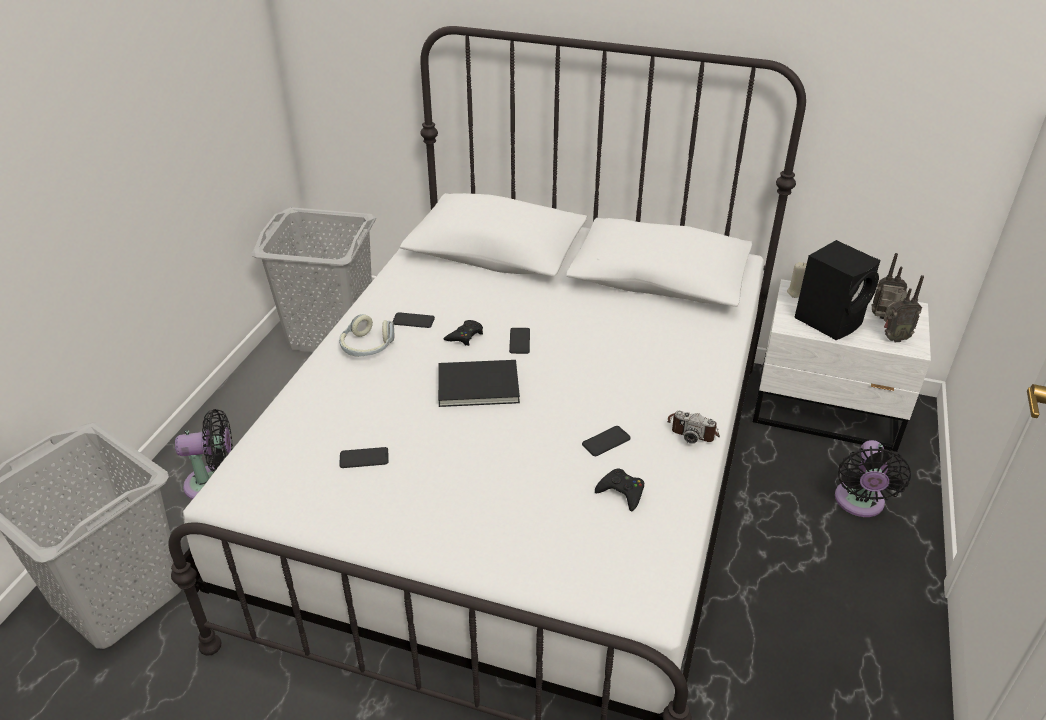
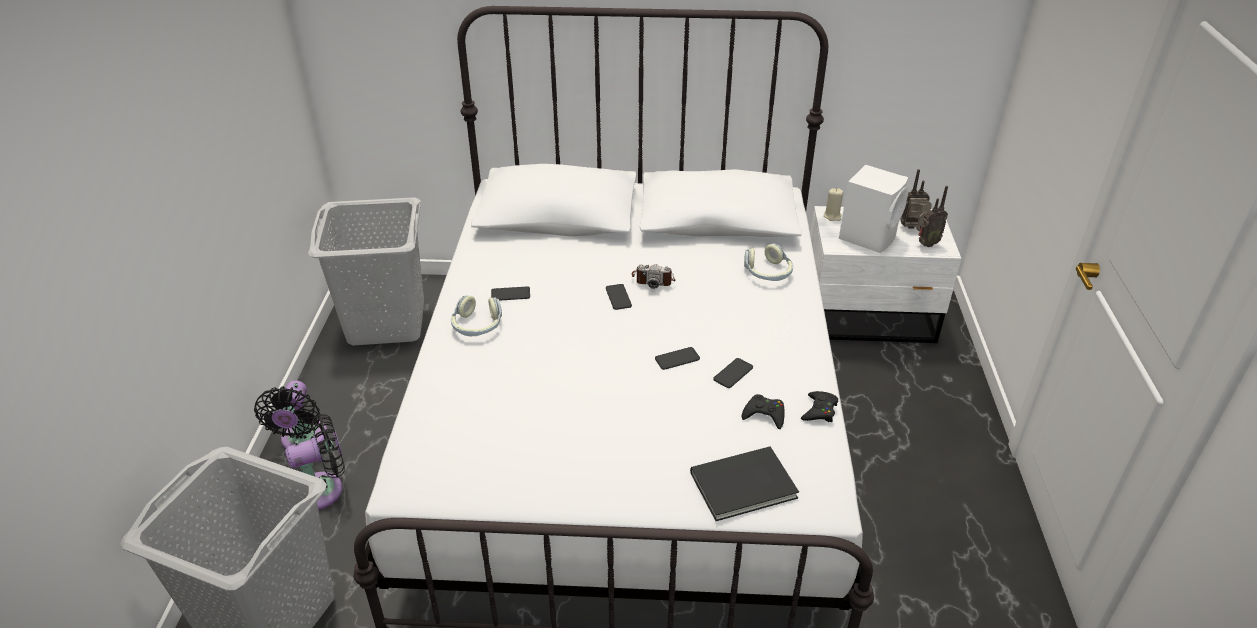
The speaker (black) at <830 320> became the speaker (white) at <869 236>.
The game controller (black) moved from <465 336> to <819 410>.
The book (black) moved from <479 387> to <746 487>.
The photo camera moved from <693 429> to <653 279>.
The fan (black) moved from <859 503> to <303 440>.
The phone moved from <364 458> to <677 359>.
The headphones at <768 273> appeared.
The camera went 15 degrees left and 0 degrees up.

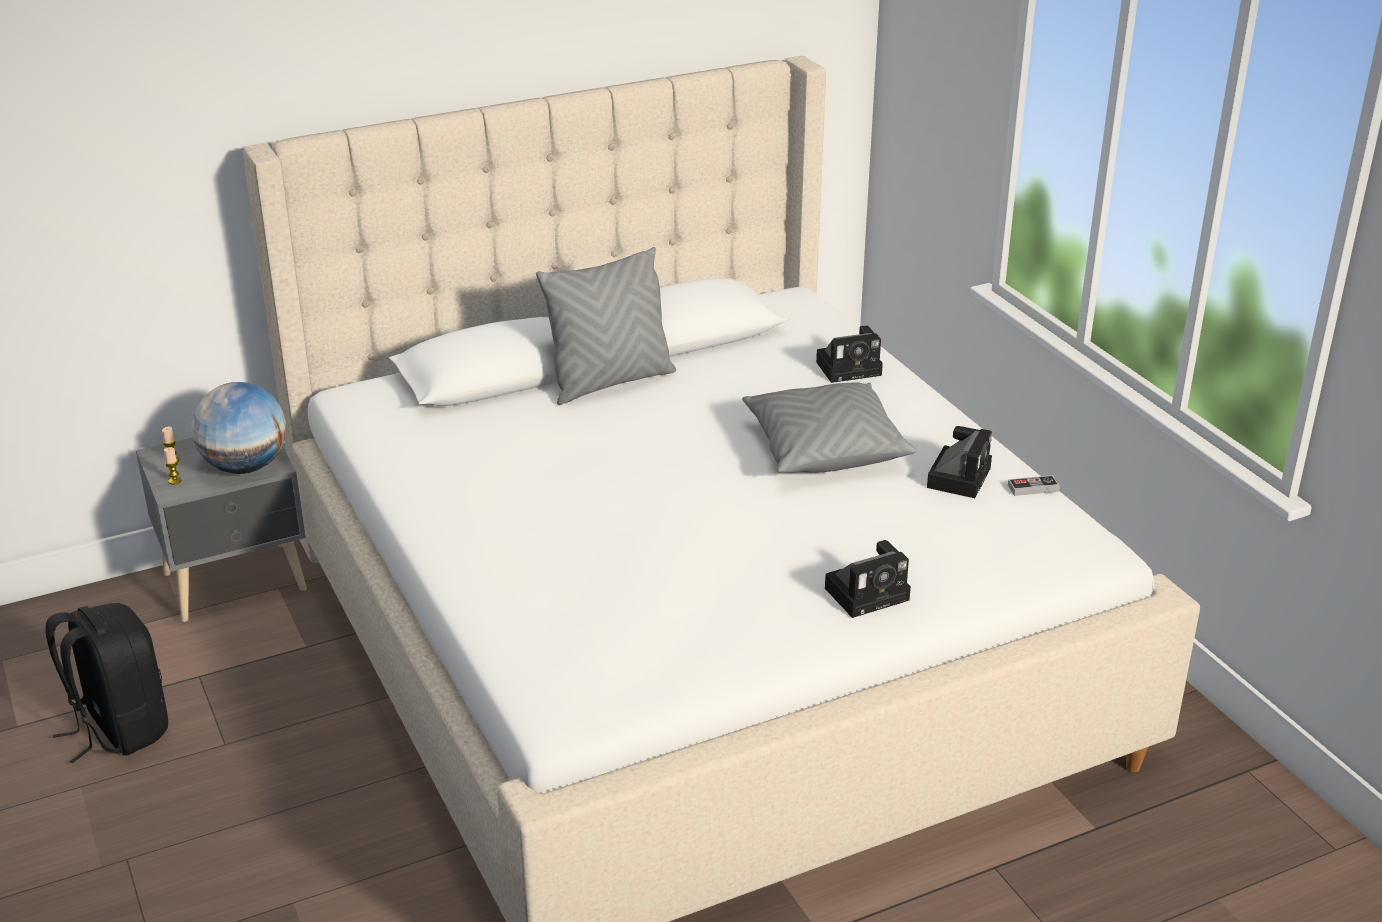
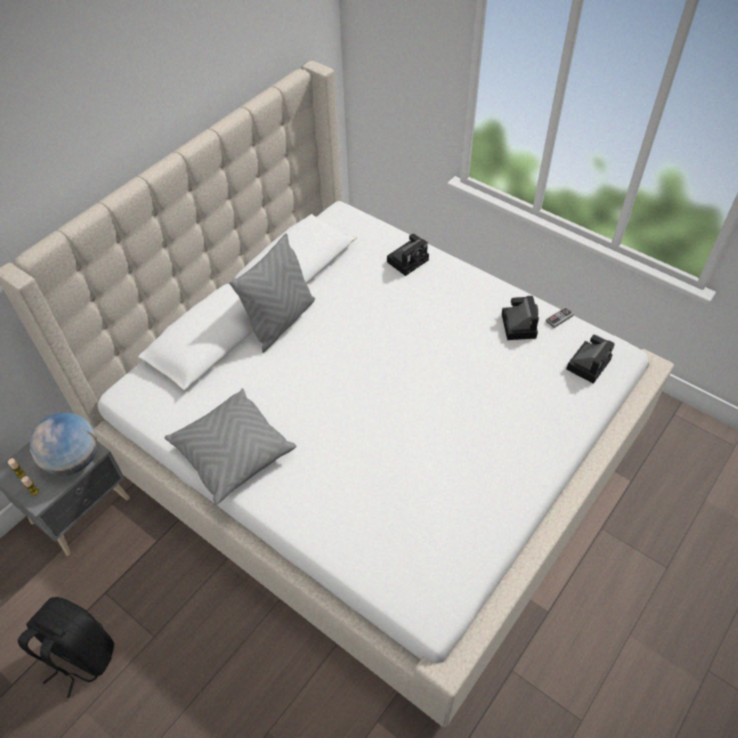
The pillow (grey) moved from <824 448> to <232 453>.
The photo camera moved from <869 593> to <588 363>.
The camera went 25 degrees left and 20 degrees up.

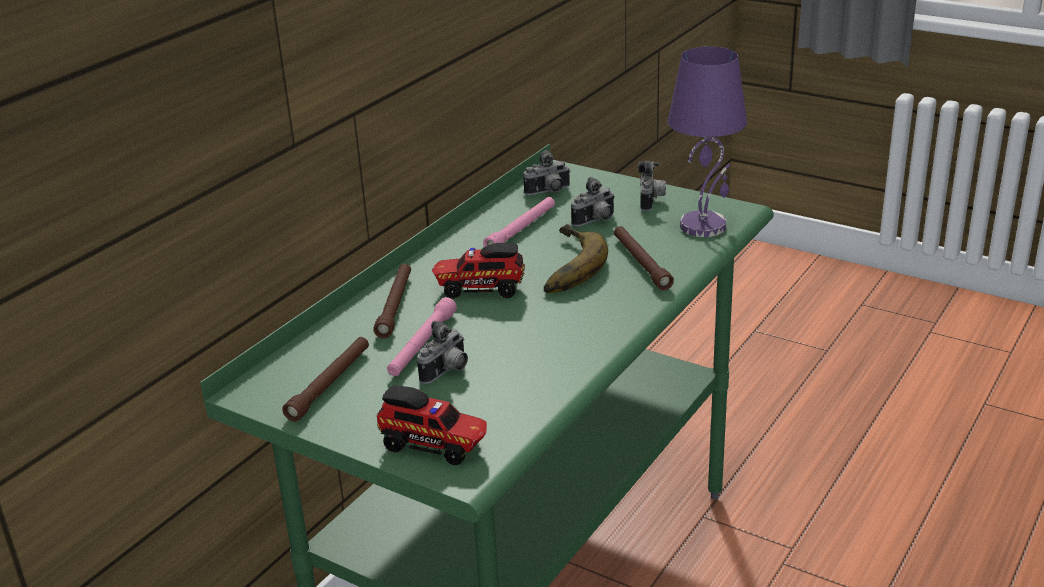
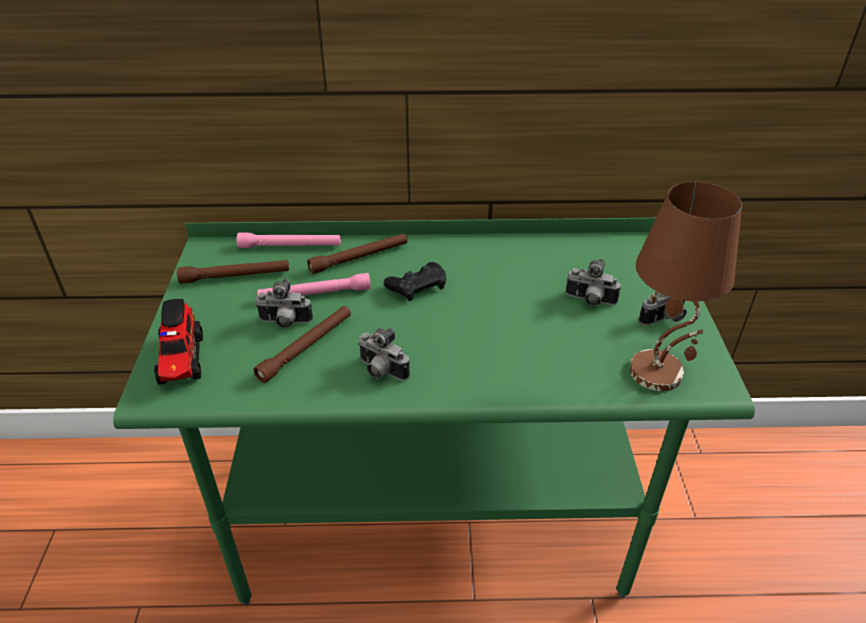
The table lamp (purple) at <703 225> became the table lamp (brown) at <657 372>.
The photo camera moved from <549 192> to <381 371>.
The flashlight (pink) moved from <521 230> to <290 246>.
The banana at <562 266> disappeared.
The flashlight (brown) moved from <641 263> to <306 348>.
The toy truck at <479 289> was replaced by the game controller (black) at <417 286>.
The camera went 55 degrees right and 10 degrees up.

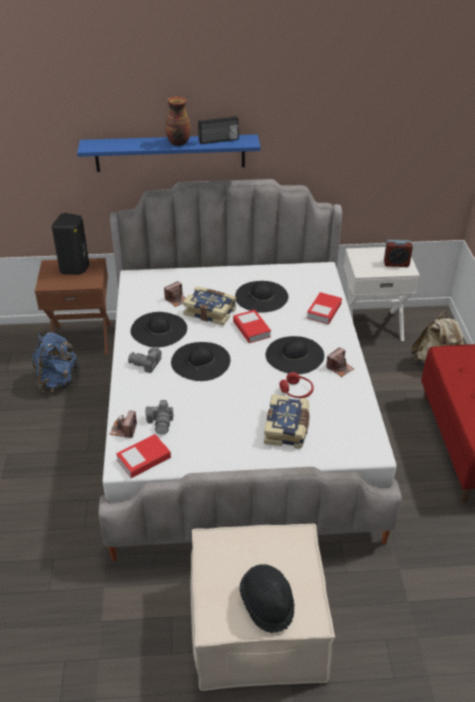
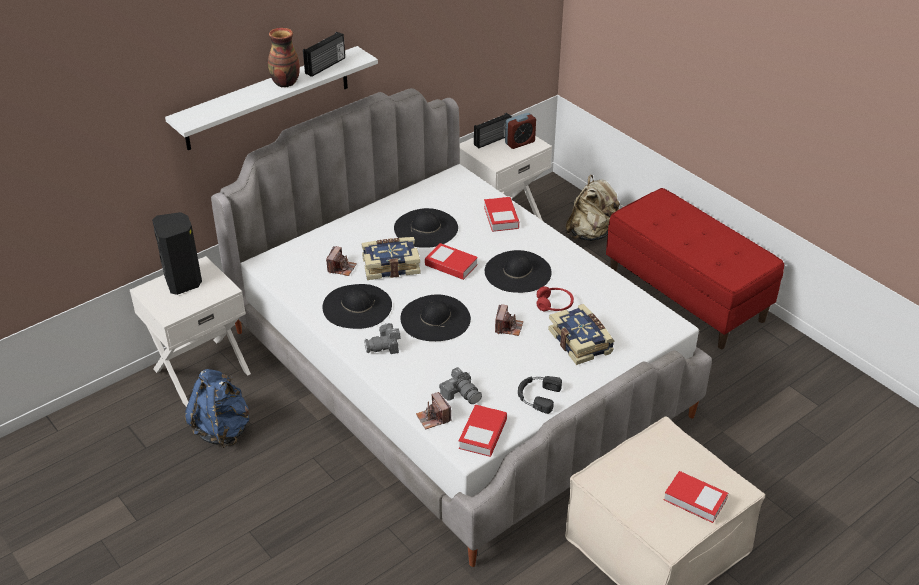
The shelf (blue) at <170 153> became the shelf (white) at <267 98>.
The nightstand (brown) at <82 338> became the nightstand (white) at <201 370>.
The photo camera moved from <339 368> to <508 327>.
The hat (black) at <267 604> was replaced by the book at <695 500>.
The radio at <493 140> appeared.
The headphones (black) at <537 396> appeared.
The camera went 35 degrees left and 0 degrees up.

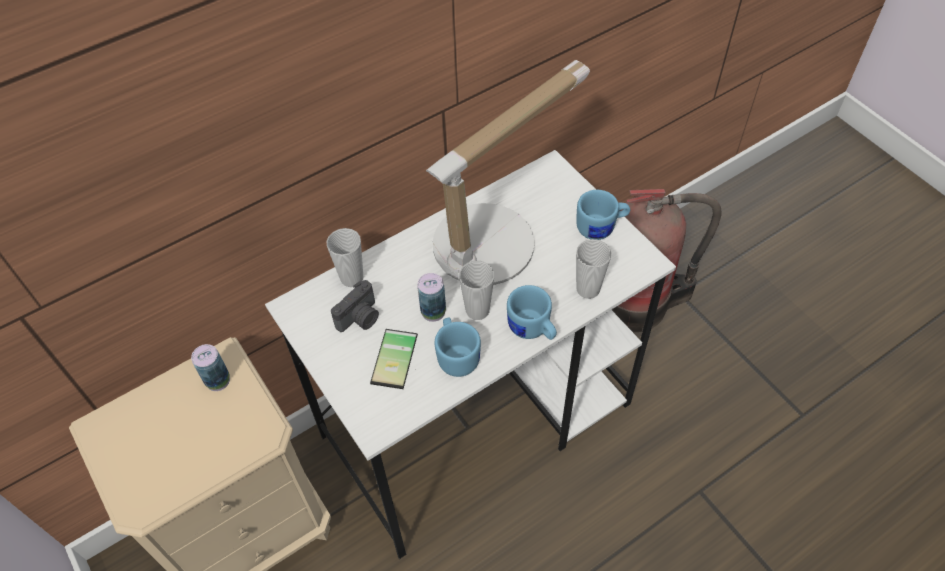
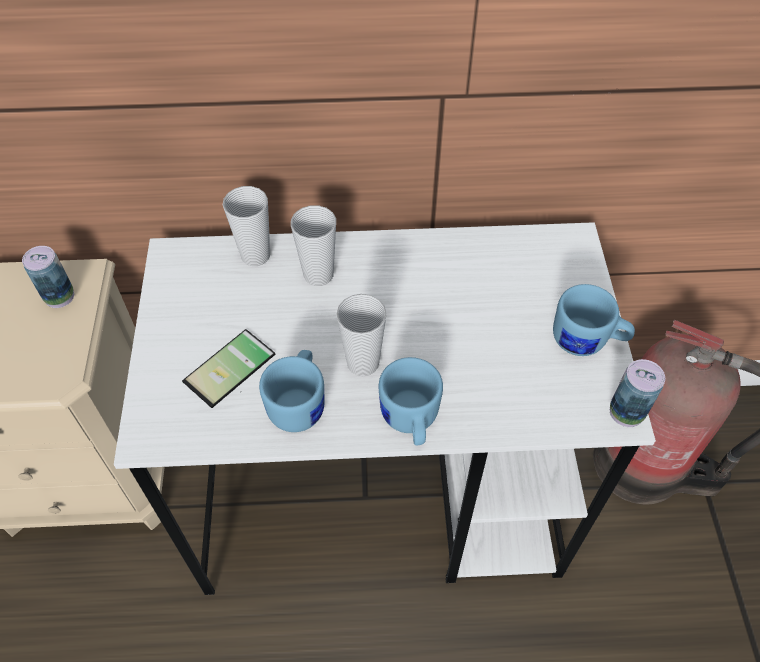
The table lamp at <493 239> disappeared.
The cup moved from <588 289> to <318 275>.
The can moved from <433 311> to <626 412>.
The photo camera at <360 318> disappeared.
The camera went 30 degrees right and 0 degrees up.

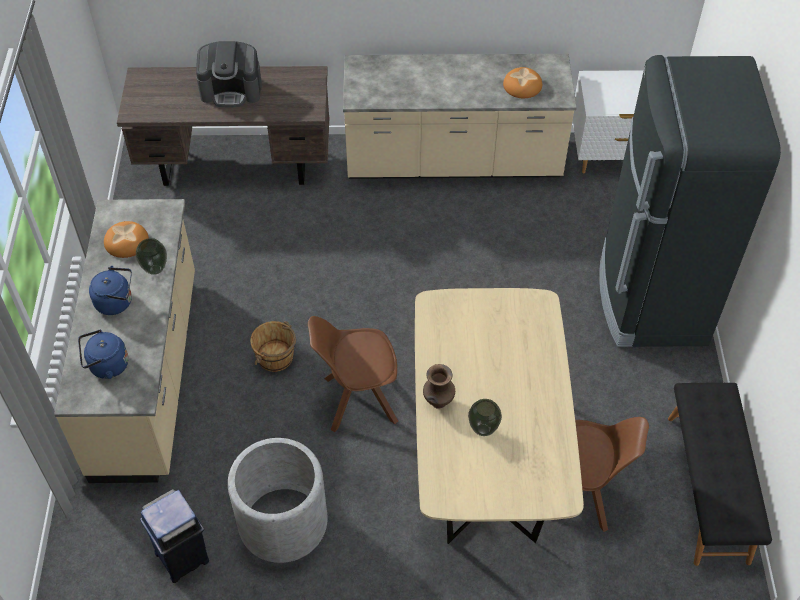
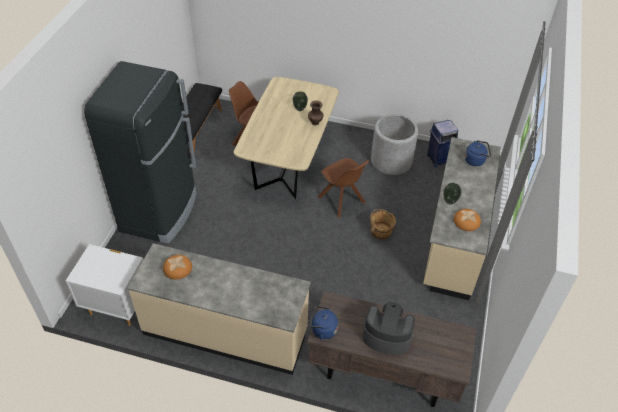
The kettle (blue) moved from <116 302> to <322 330>.
The chair (brown) at <357 400> turned 45 degrees clockwise.
The camera went 165 degrees left and 5 degrees down.

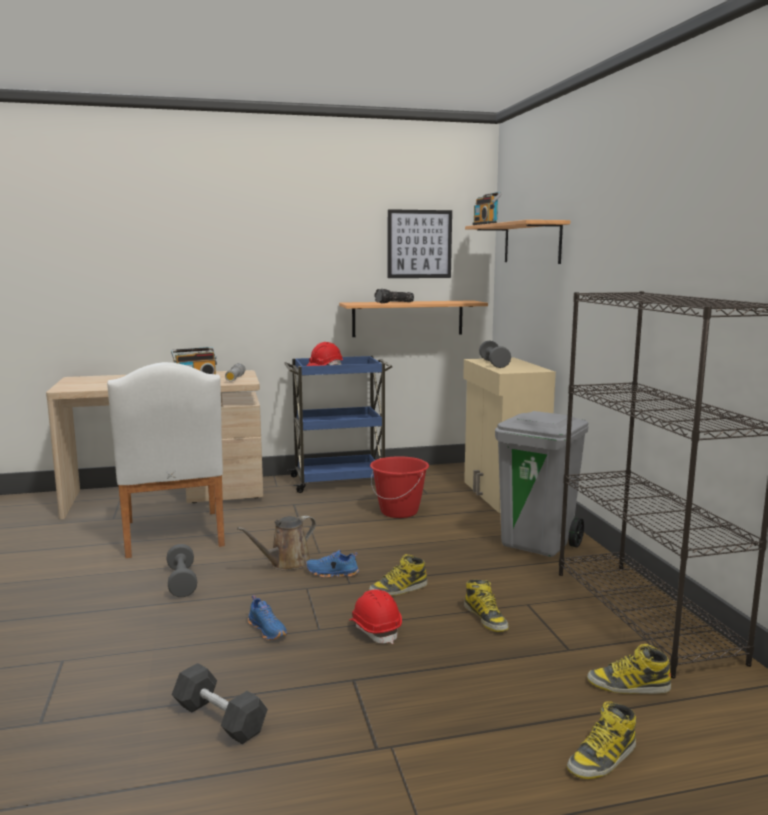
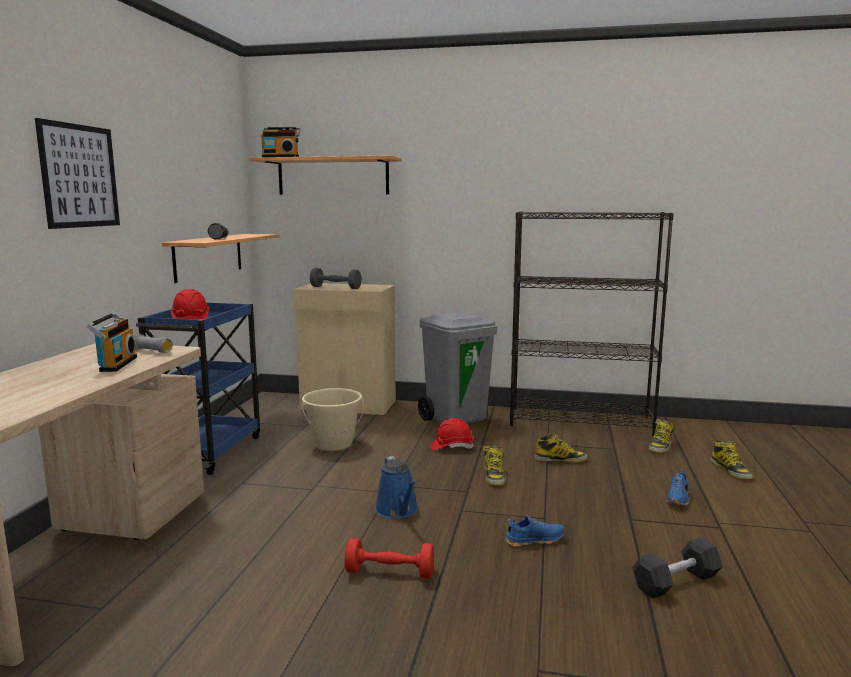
The picture moved from <419 244> to <79 176>.
The chair (white) at <173 536> disappeared.
The bucket (red) at <399 511> became the bucket (beige) at <333 444>.
The watering can (brown) at <286 563> became the watering can (blue) at <398 510>.
The dumbbell (grey) at <182 582> became the dumbbell (red) at <390 573>.
The shoe (blue) moved from <332 573> to <678 499>.
The hard hat (red) moved from <375 629> to <451 447>.
The camera went 65 degrees left and 0 degrees up.

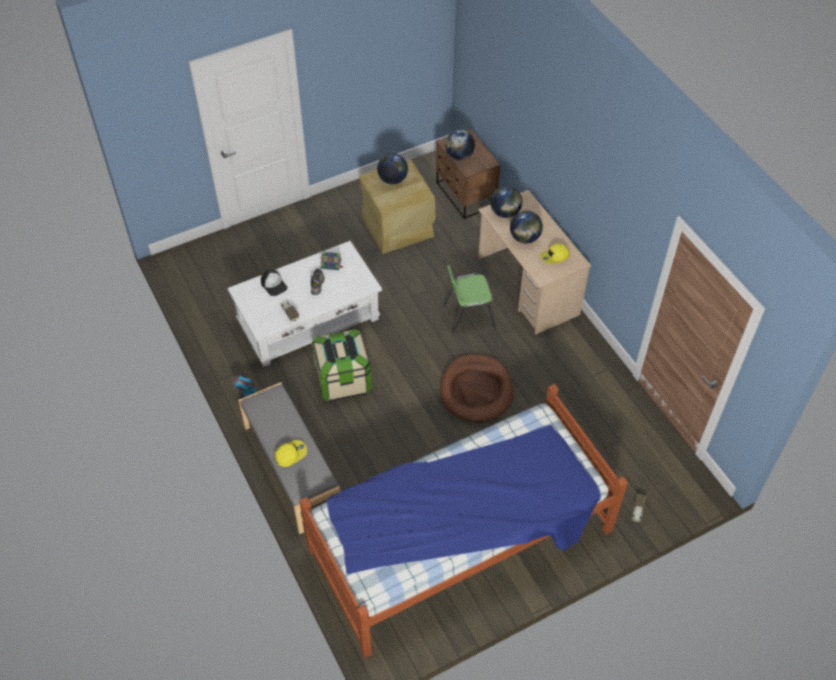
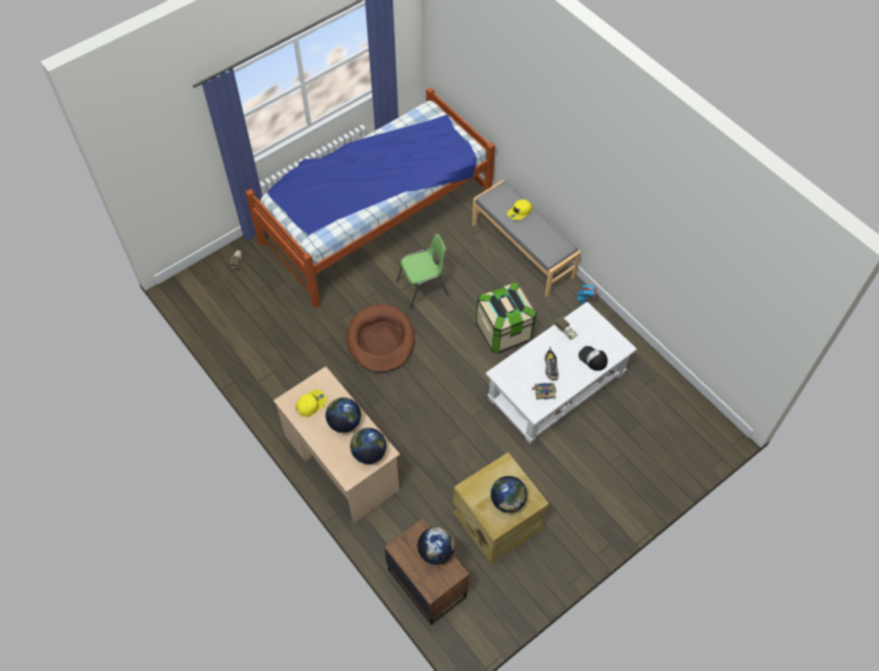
The chair (green) moved from <468 315> to <423 288>.
The camera went 170 degrees right and 5 degrees up.

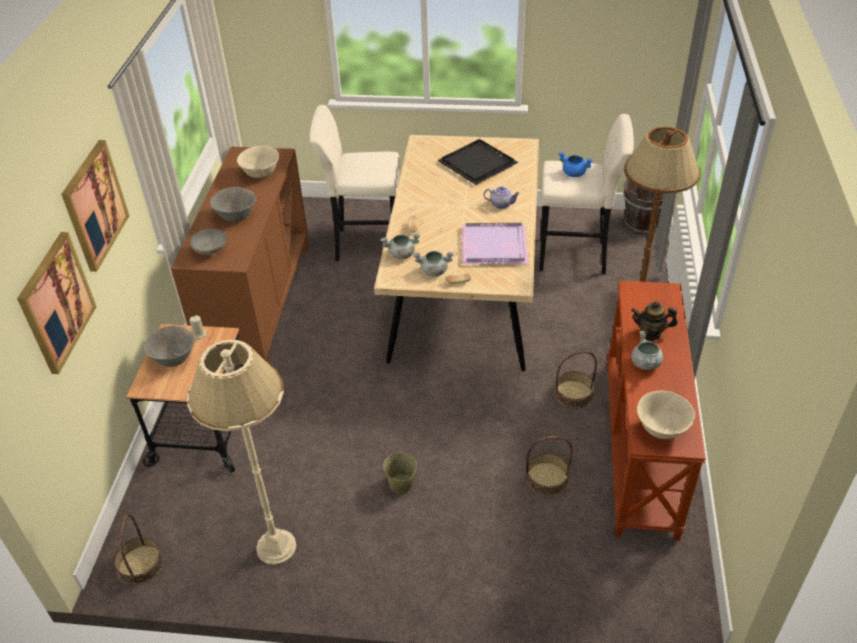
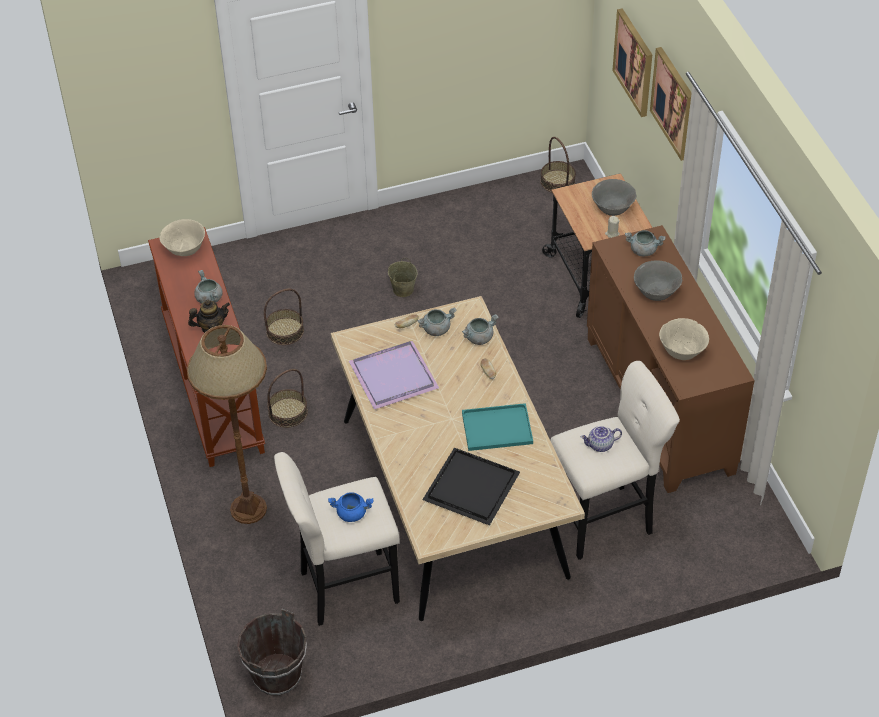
The teapot moved from <501 204> to <600 445>.
The bowl (grey) at <210 251> was replaced by the cooking pot (grey) at <643 250>.
The floor lamp (beige) at <276 547> disappeared.
The tray (turquoise) at <498 427> appeared.
The camera went 155 degrees right and 5 degrees up.

